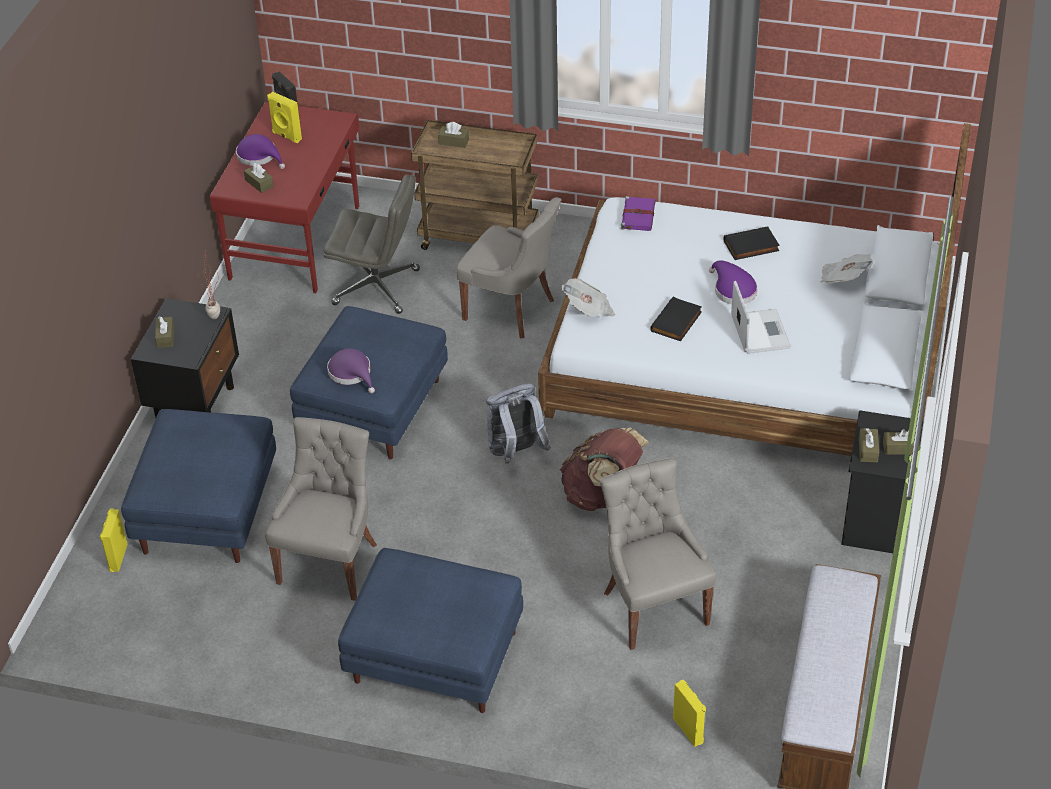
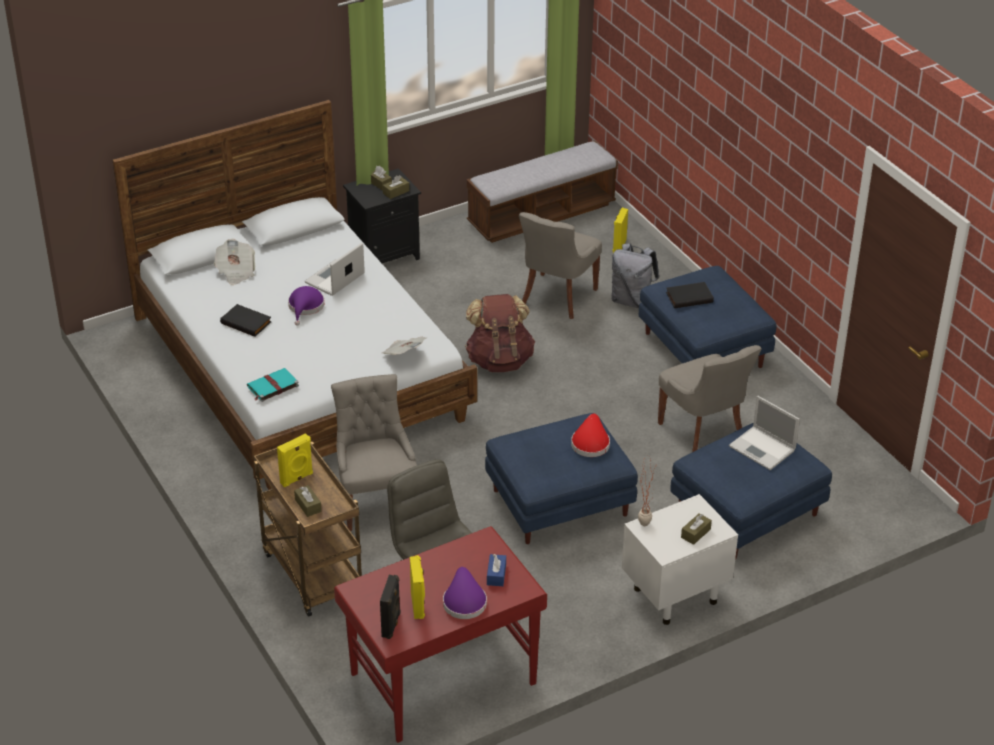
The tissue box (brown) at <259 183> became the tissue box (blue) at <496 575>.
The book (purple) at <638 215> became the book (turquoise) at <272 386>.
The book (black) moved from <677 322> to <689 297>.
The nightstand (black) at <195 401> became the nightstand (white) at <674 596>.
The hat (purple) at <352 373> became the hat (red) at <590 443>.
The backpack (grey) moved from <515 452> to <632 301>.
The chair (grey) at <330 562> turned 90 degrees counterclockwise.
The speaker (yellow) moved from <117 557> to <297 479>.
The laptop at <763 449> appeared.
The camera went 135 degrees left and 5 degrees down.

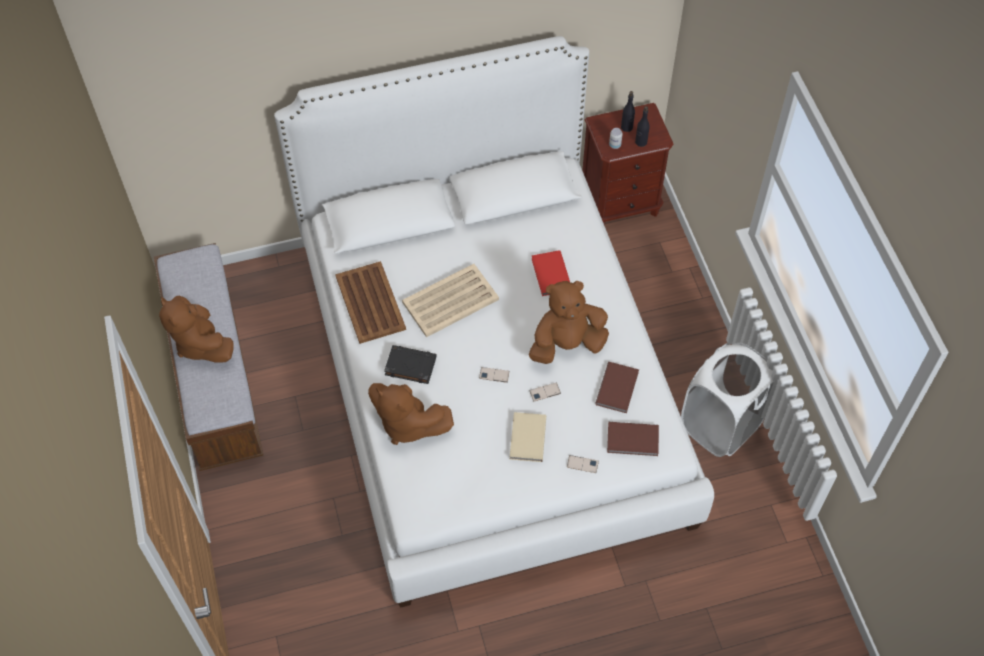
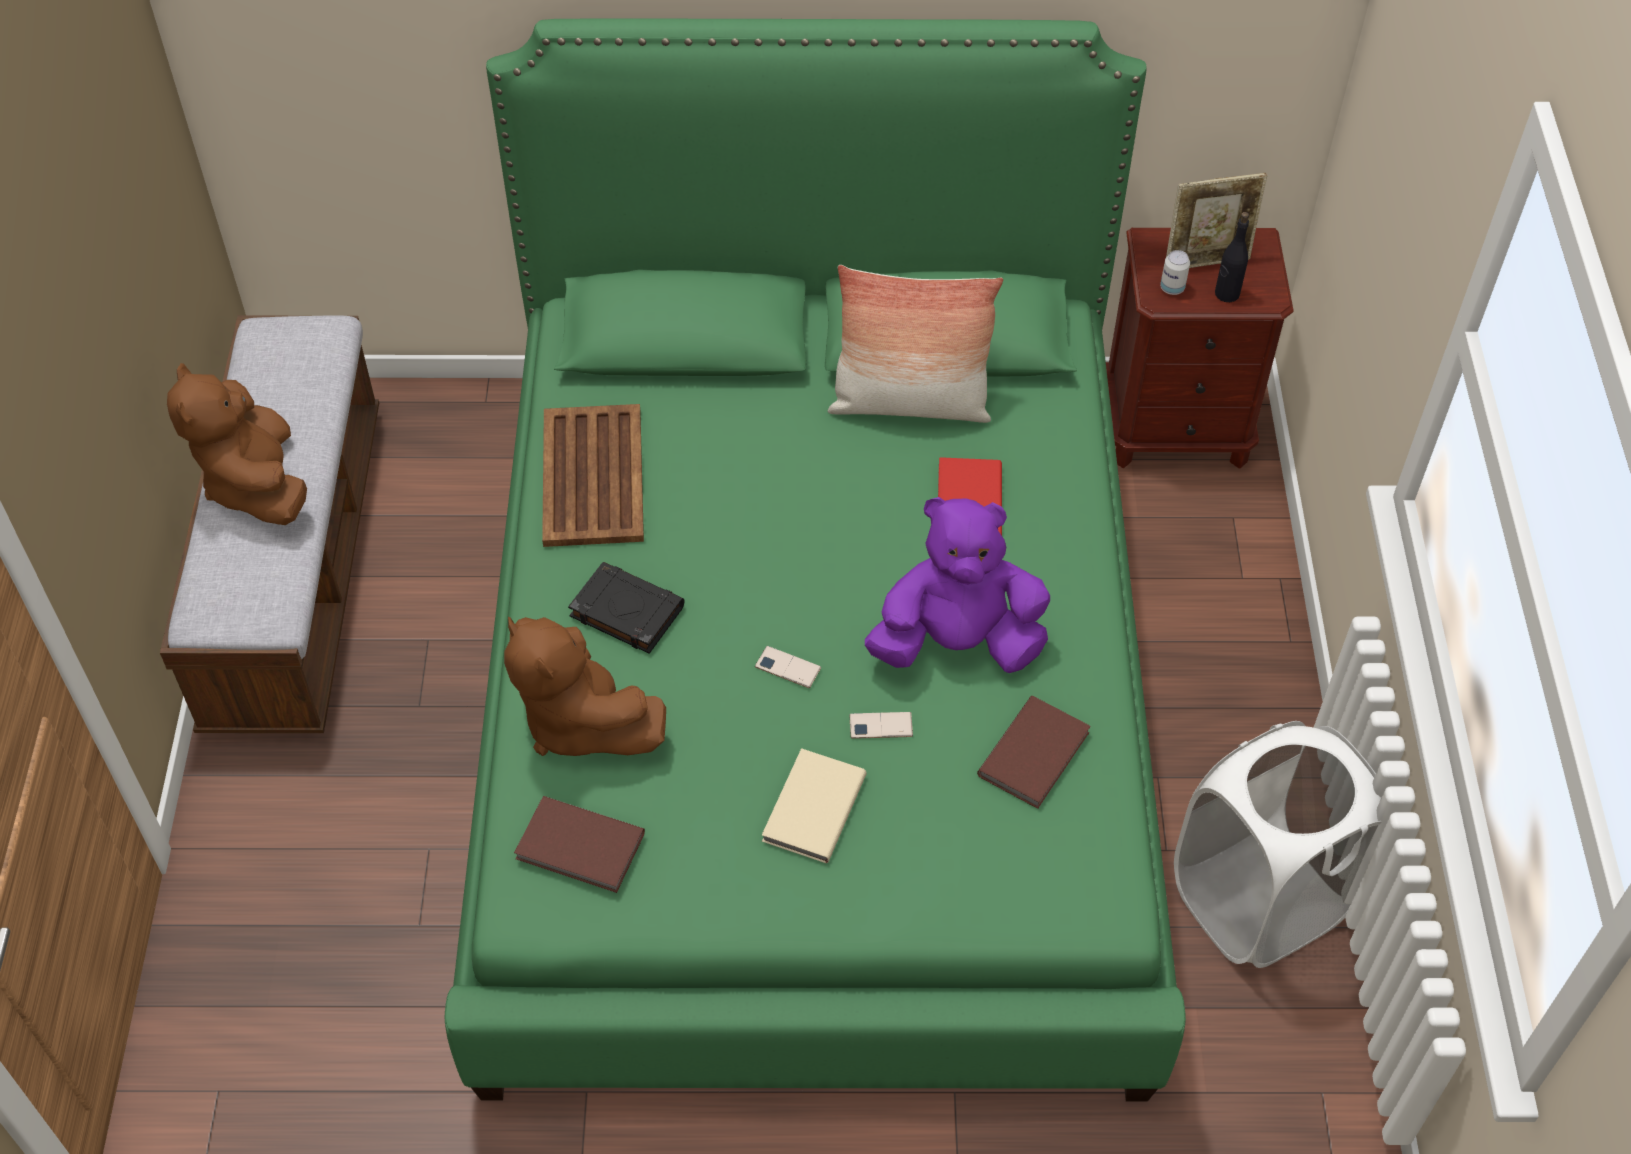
The bed (white) at <491 383> became the bed (green) at <812 705>.
The bottle (black) at <627 127> was replaced by the picture frame at <1206 261>.
The tray (beige) at <451 300> disappeared.
The plush toy (brown) at <567 344> became the plush toy (purple) at <957 643>.
The book (brown) moved from <633 441> to <580 849>.
The phone at <582 464> disappeared.
The pillow at <910 403> appeared.
The camera went 15 degrees right and 5 degrees down.

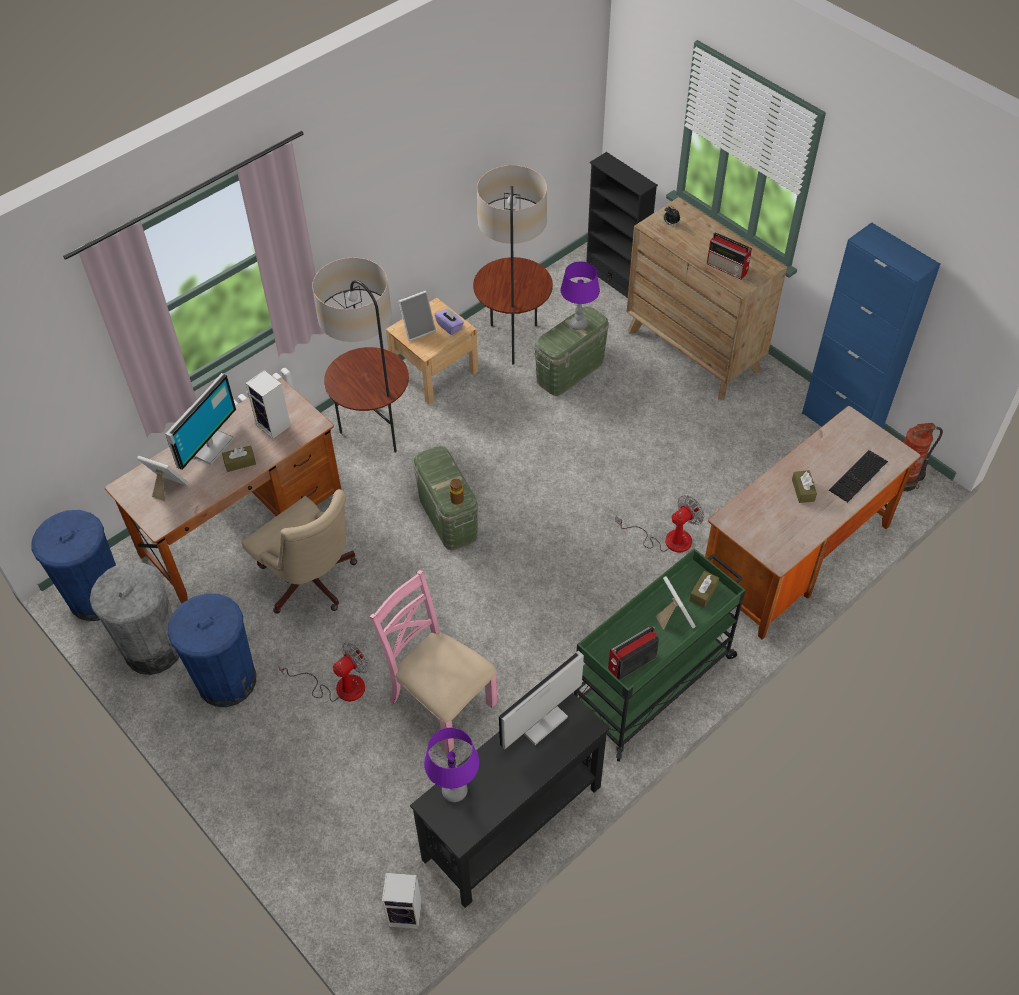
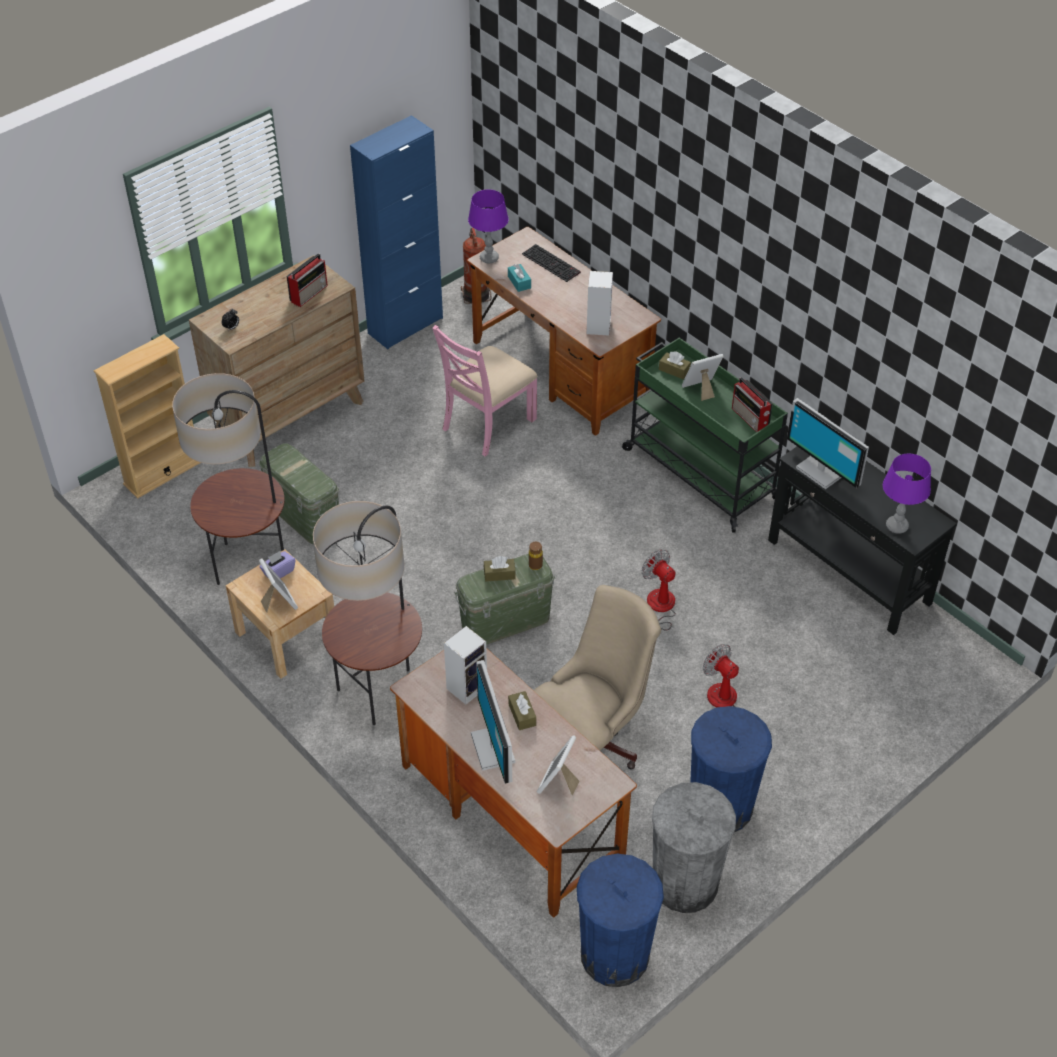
The bookcase (black) at <615 278> became the bookcase (beige) at <163 473>.
The table lamp (purple) moved from <578 324> to <489 258>.
The monitor at <209 445> turned 135 degrees counterclockwise.
The tissue box (brown) moved from <803 490> to <499 574>.
The fan moved from <667 539> to <659 609>.
The chair (pink) moved from <441 701> to <487 424>.
The speaker moved from <406 913> to <598 325>.
The tissue box (turquoise) at <519 282> appeared.
The camera went 90 degrees left and 5 degrees down.

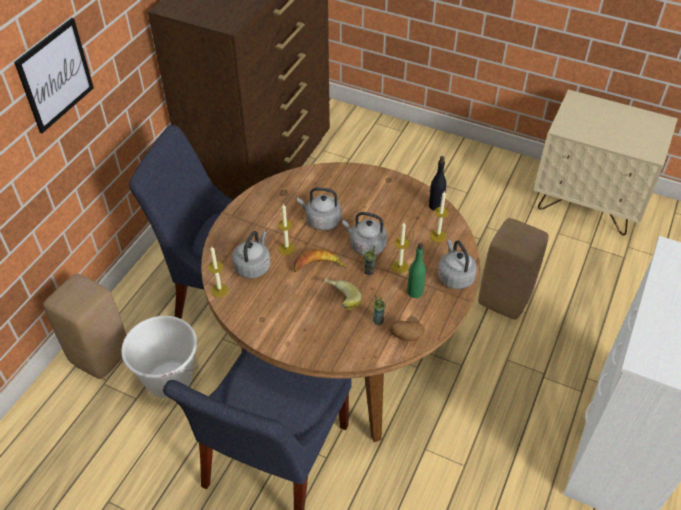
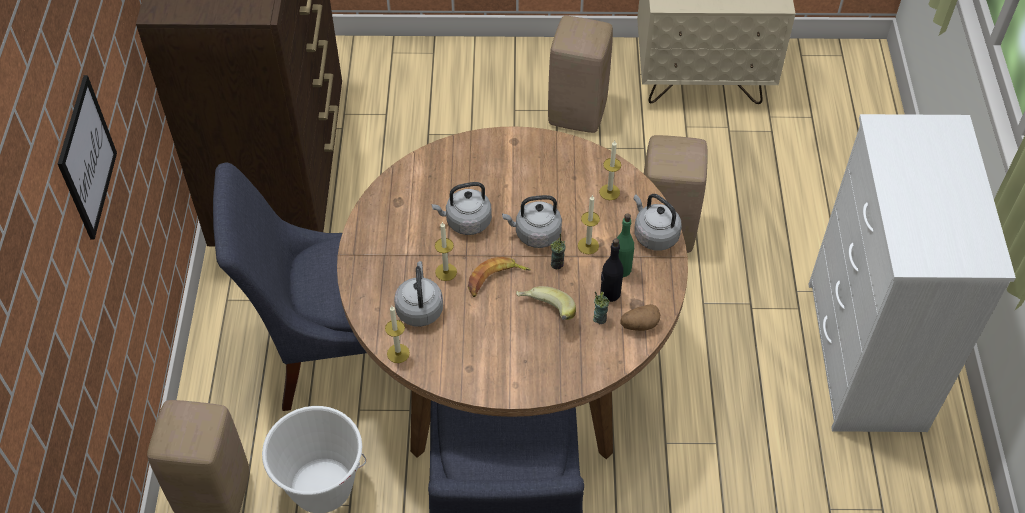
The bottle (black) moved from <435 206> to <609 293>.
The stool (beige) at <578 114> appeared.
The camera went 25 degrees left and 5 degrees up.

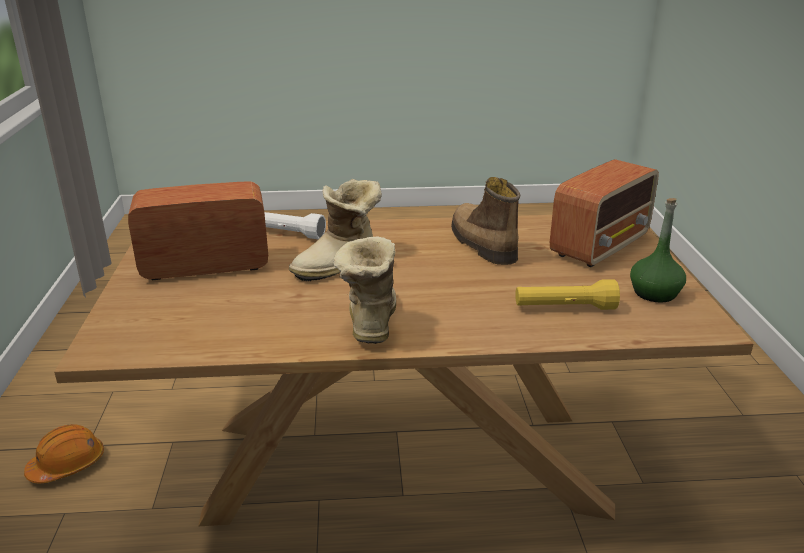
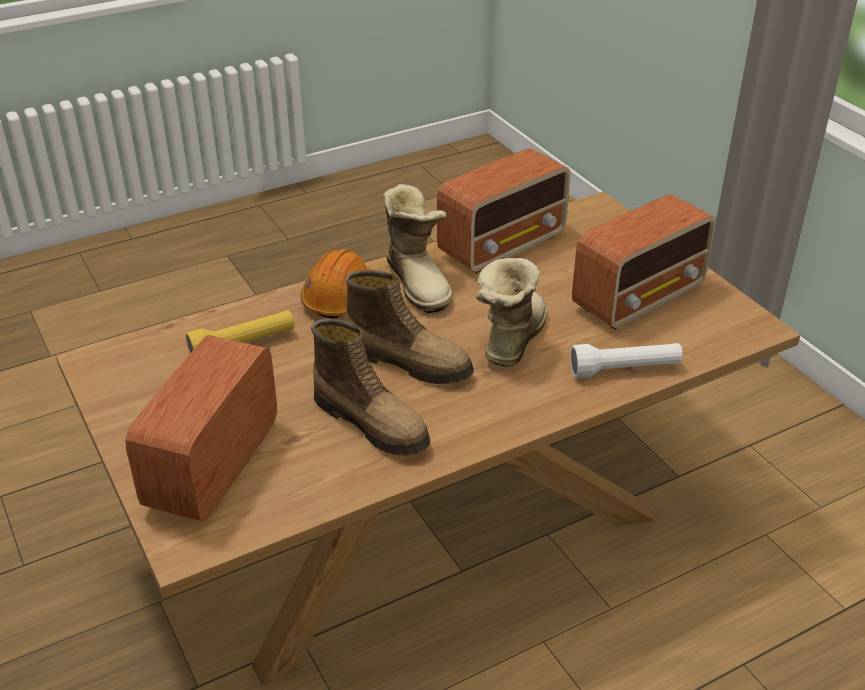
The bottle (green) at <654 293> disappeared.
The hard hat (orange) moved from <67 465> to <340 298>.
The radio at <503 245> appeared.
The boot at <410 361> appeared.
The camera went 155 degrees right and 10 degrees up.

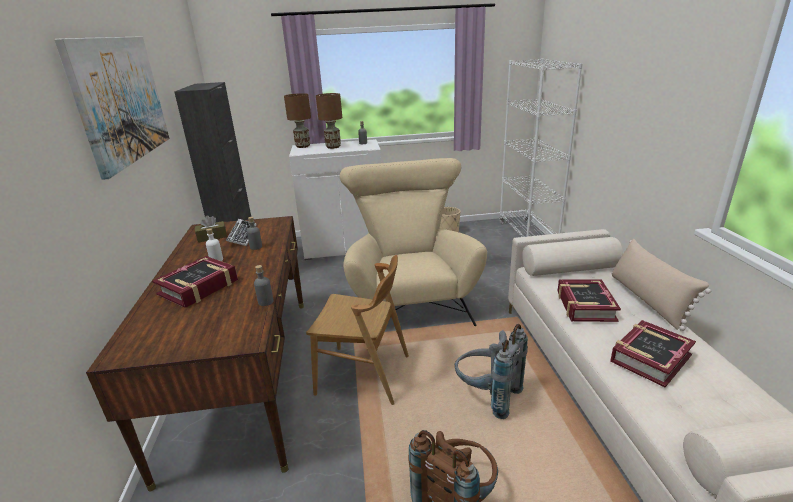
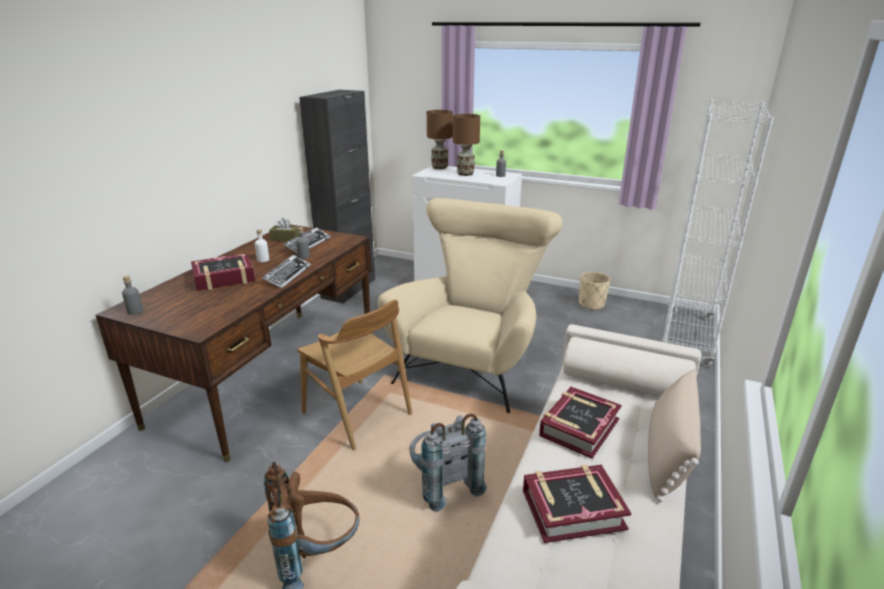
The picture at <120 100> disappeared.
The bottle (grey) moved from <265 302> to <135 311>.
The keyboard at <287 275> appeared.
The camera went 30 degrees right and 0 degrees up.

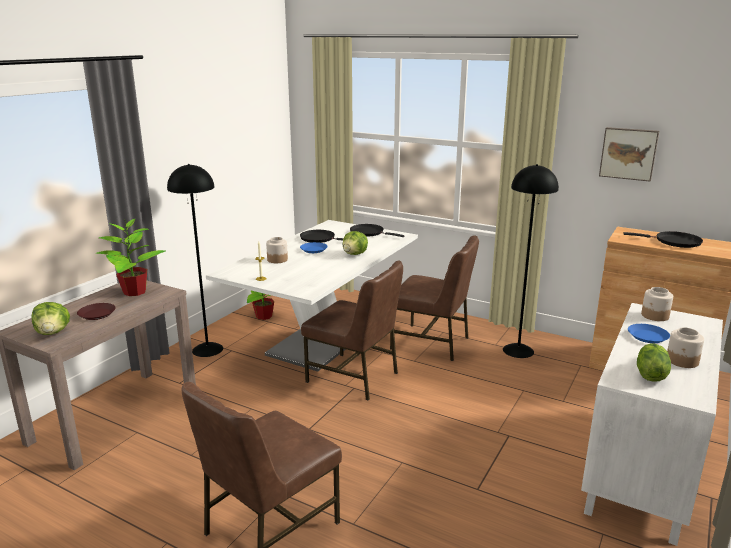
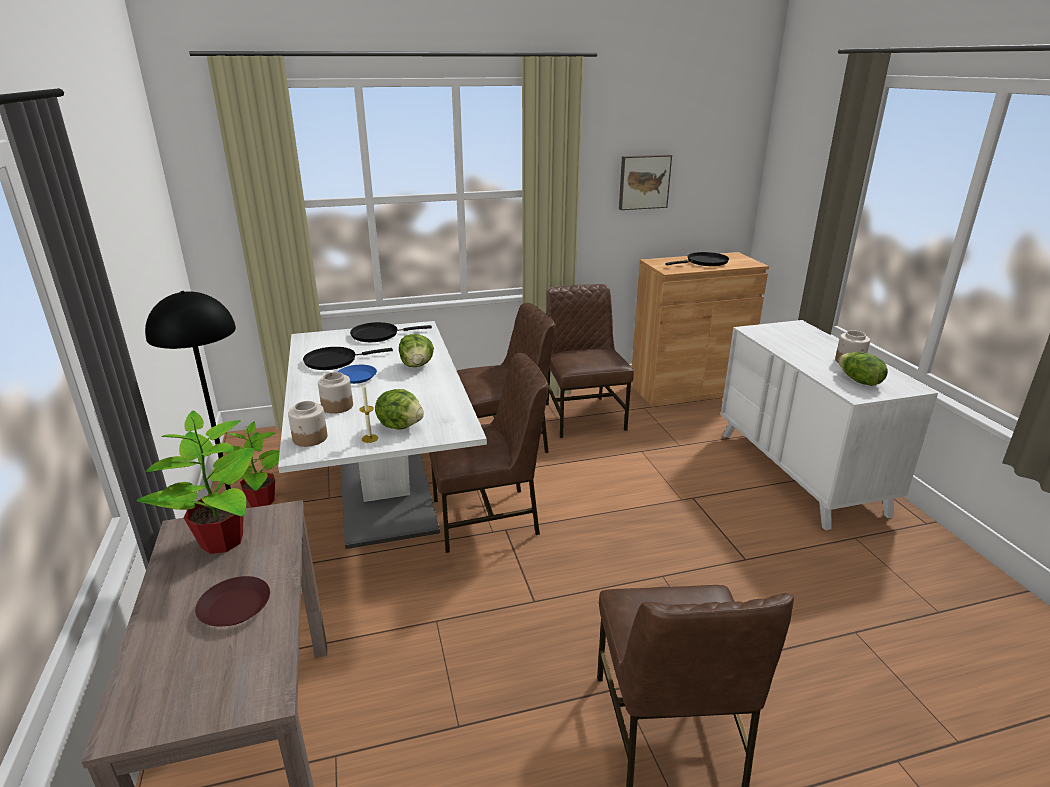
The floor lamp (black) at <518 350> was replaced by the chair (brown) at <583 416>.
The jar moved from <655 316> to <310 438>.
The lettuce moved from <53 332> to <401 425>.
The plate (blue) at <648 337> disappeared.
The camera went 45 degrees left and 5 degrees up.

